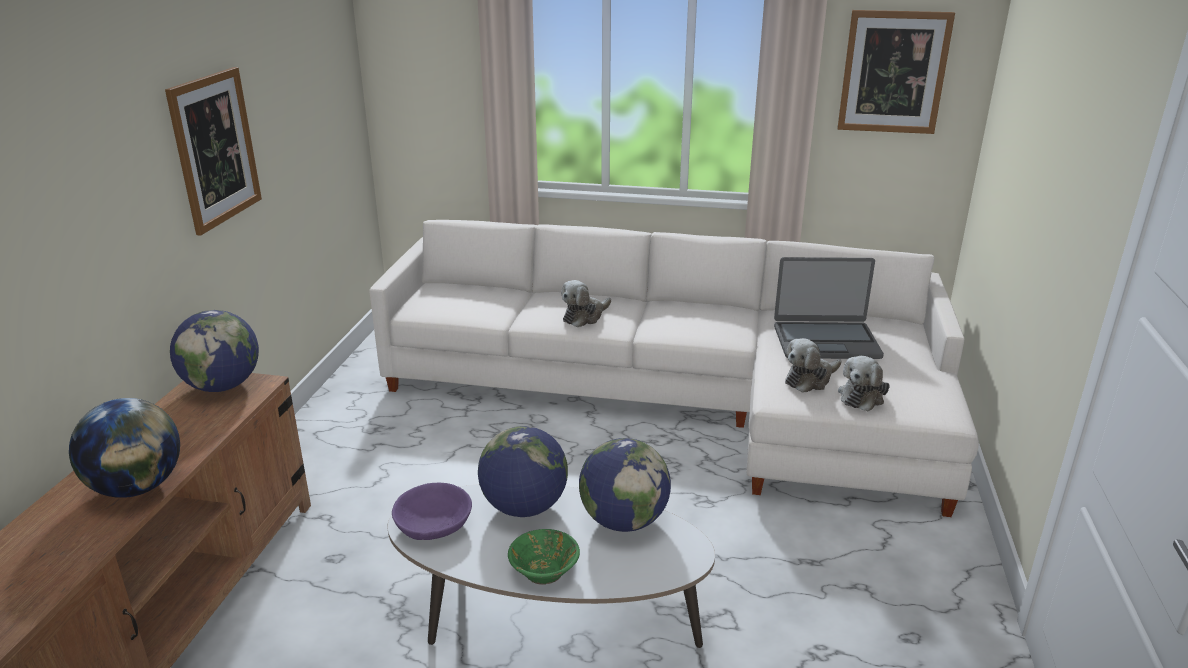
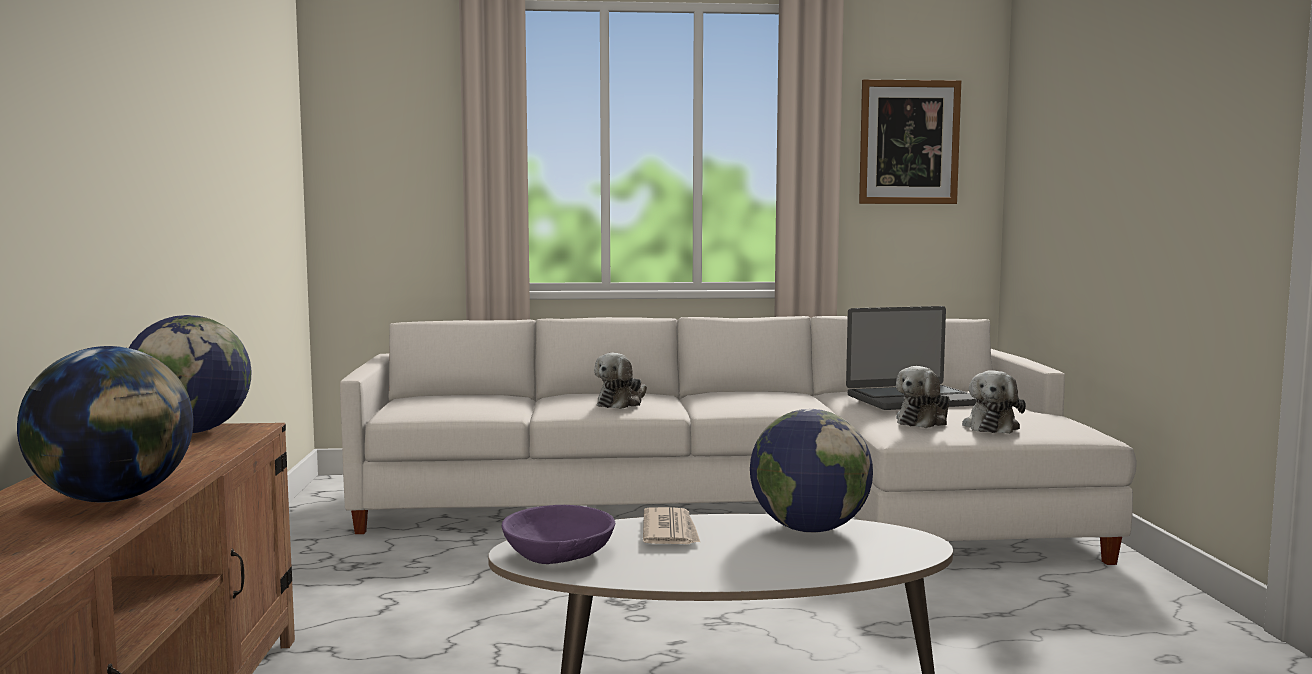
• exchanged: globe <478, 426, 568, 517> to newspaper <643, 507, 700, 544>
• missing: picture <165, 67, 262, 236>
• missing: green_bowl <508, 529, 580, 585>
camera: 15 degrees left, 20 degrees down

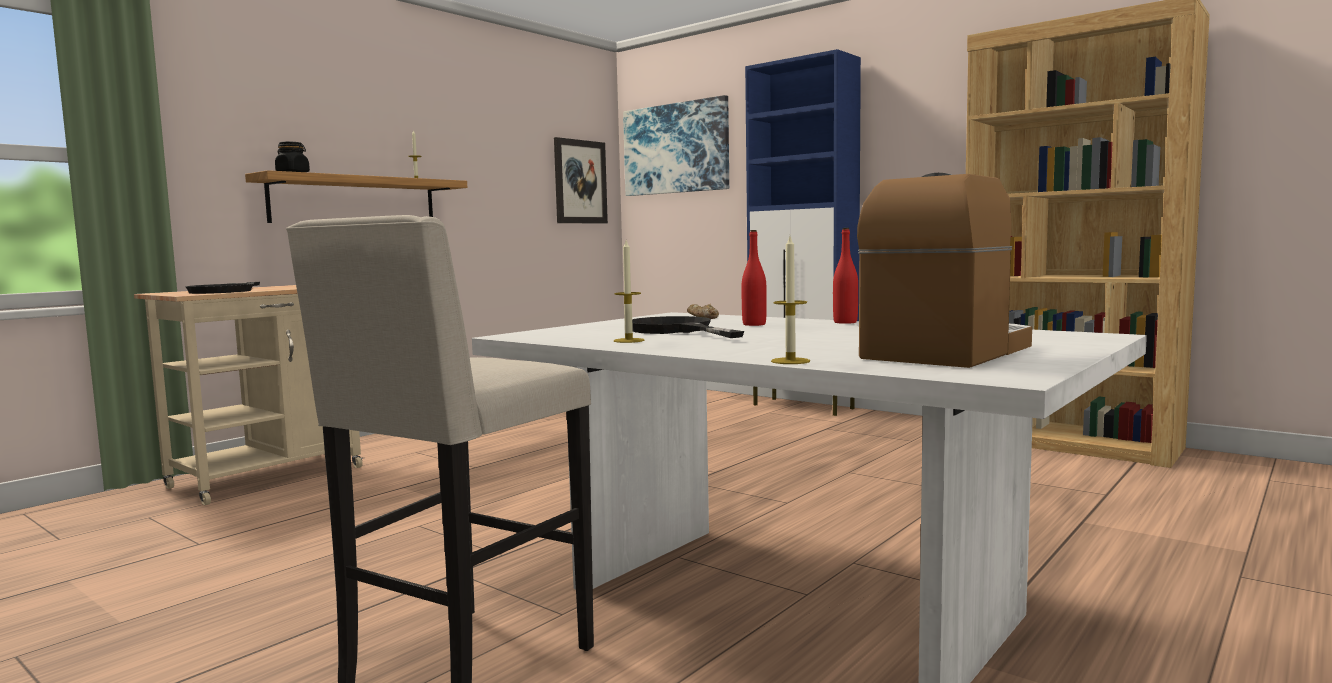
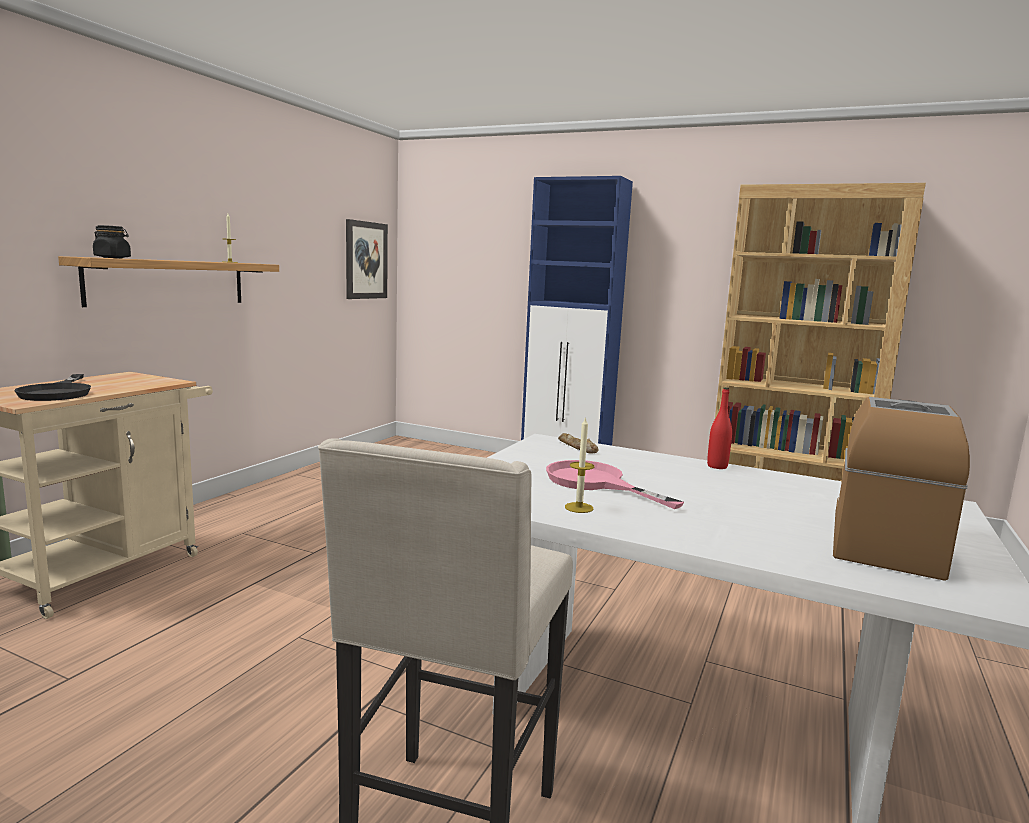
• colour: black-coloured_pan <632, 316, 744, 338> to pinkish_pan <546, 460, 684, 509>
• missing: picture <623, 95, 729, 196>
• missing: red-coloured_drink_bottle <741, 230, 767, 326>
• missing: candle <771, 236, 810, 364>
camera: 15 degrees left, 5 degrees up

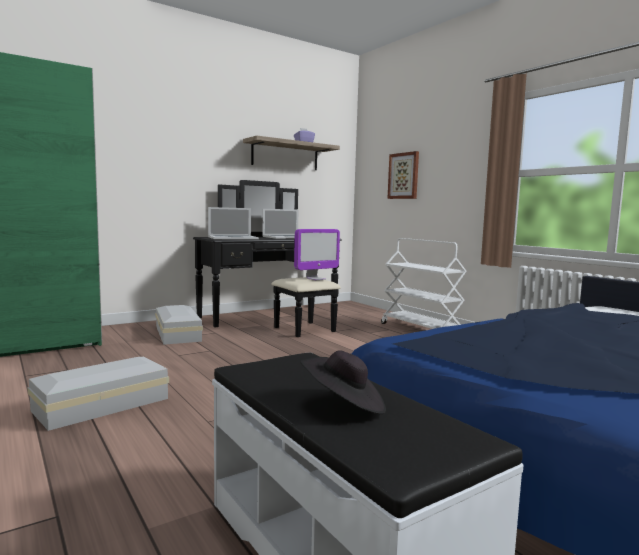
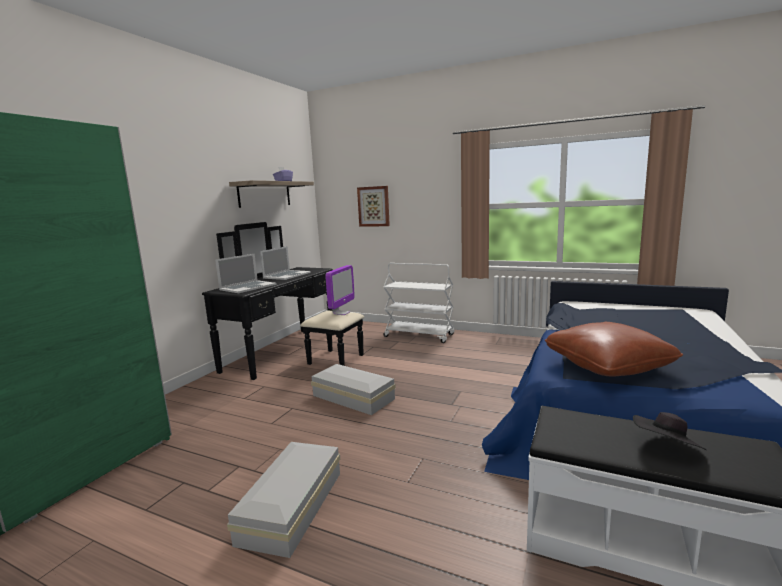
• relocated: white_storage_container <155, 305, 203, 345> to <311, 364, 396, 415>
• appeared: brown-coloured_throw_pillow <545, 322, 683, 376>
camera: 30 degrees left, 5 degrees up

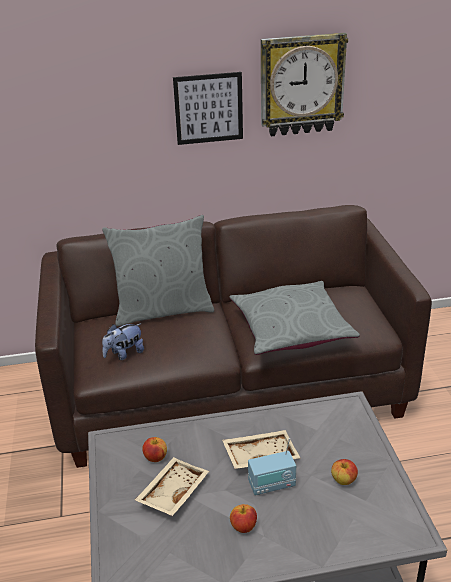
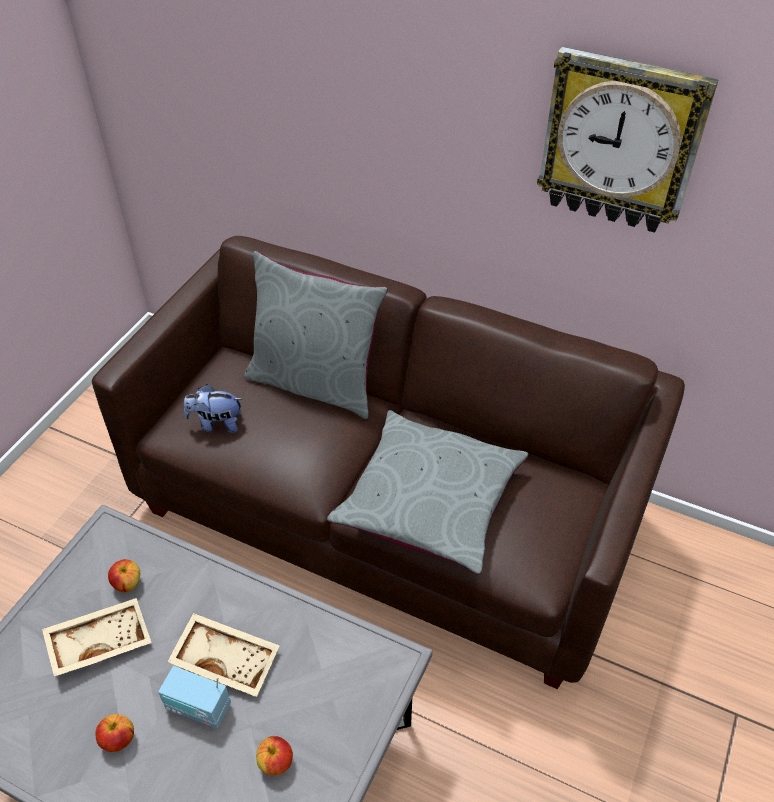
• missing: picture <173, 72, 243, 145>
camera: 35 degrees right, 15 degrees up

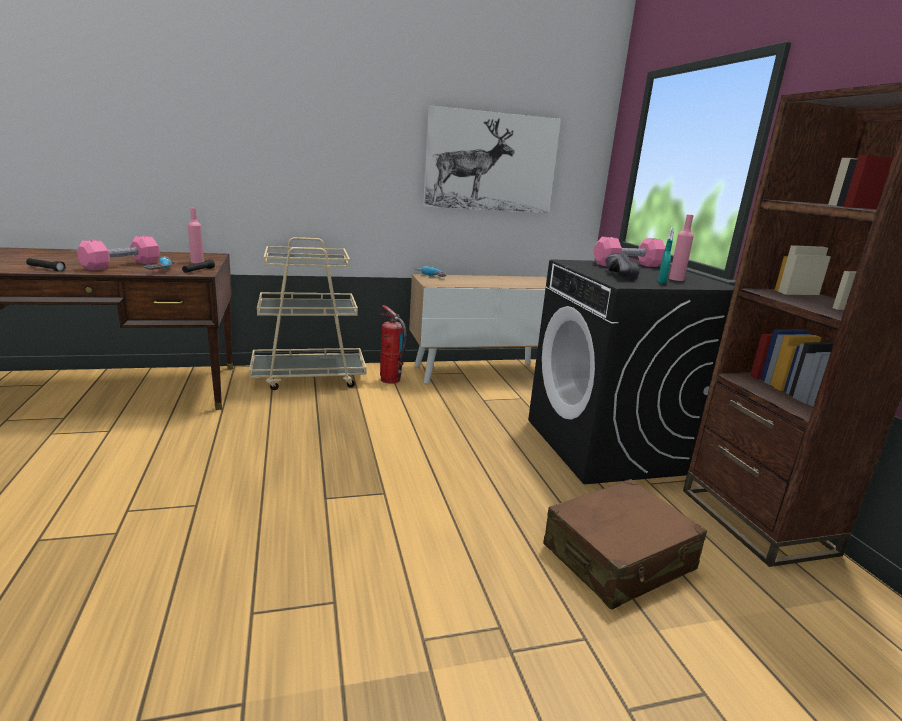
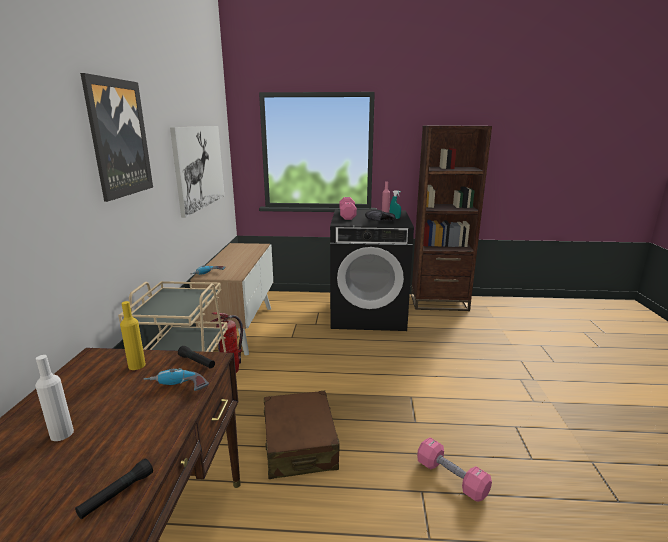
• appeared: white_drink_bottle <35, 355, 74, 441>
• appeared: picture <80, 73, 153, 202>
• colour: pinkish_drink_bottle <188, 208, 204, 263> to yellow-coloured_drink_bottle <120, 301, 146, 370>
• relocated: brown-coloured_piece_of_luggage <543, 479, 707, 610> to <264, 391, 340, 479>
• relocated: pinkish_dumbbell <77, 236, 160, 271> to <417, 437, 492, 502>
camera: 70 degrees left, 0 degrees up

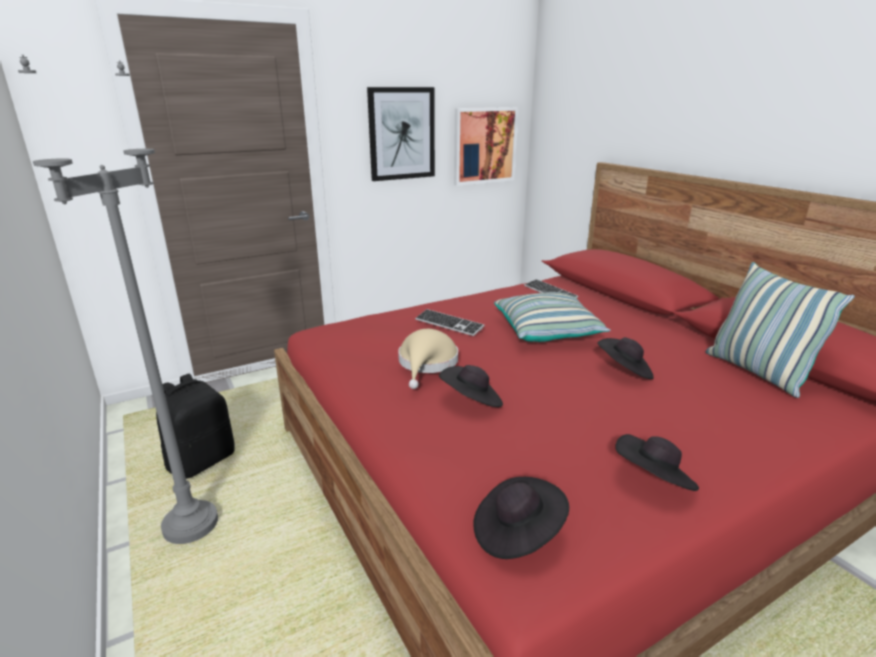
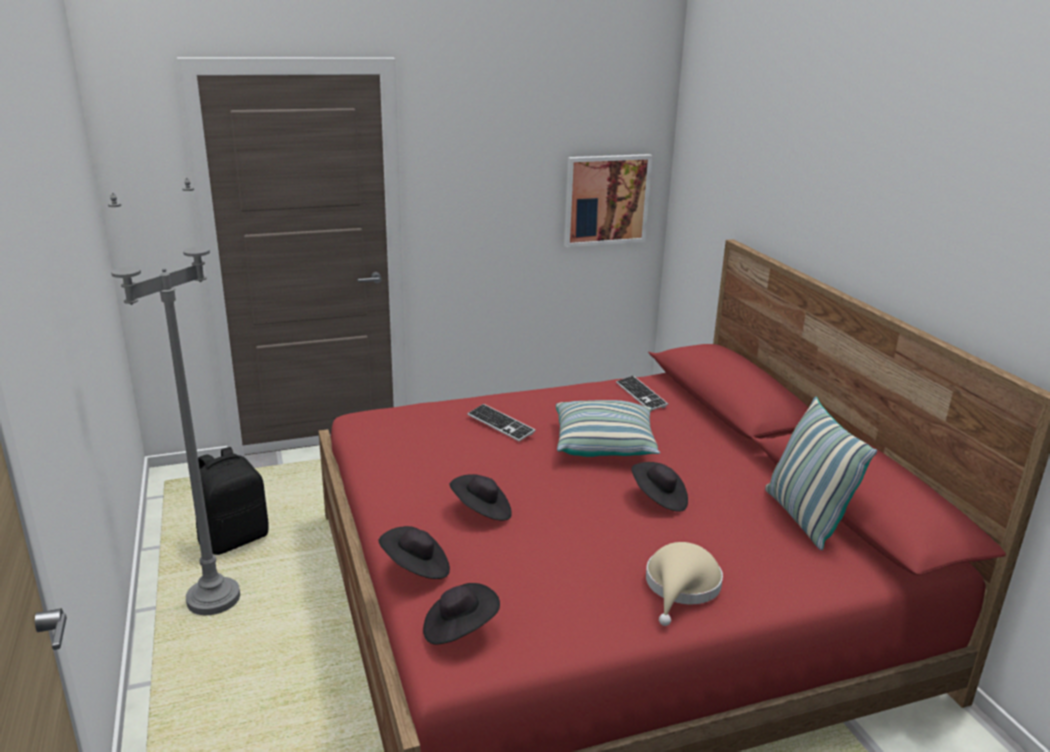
• relocated: black-coloured_wearable_hat <615, 434, 699, 491> to <379, 526, 450, 579>
• relocated: beige-coloured_wearable_hat <398, 329, 458, 389> to <646, 542, 723, 626>
• missing: picture <367, 87, 435, 181>
camera: 10 degrees right, 0 degrees up

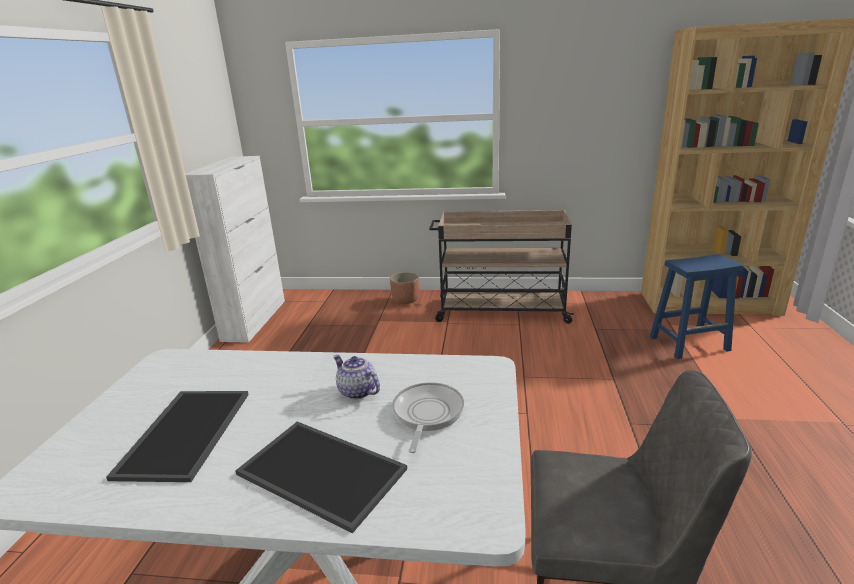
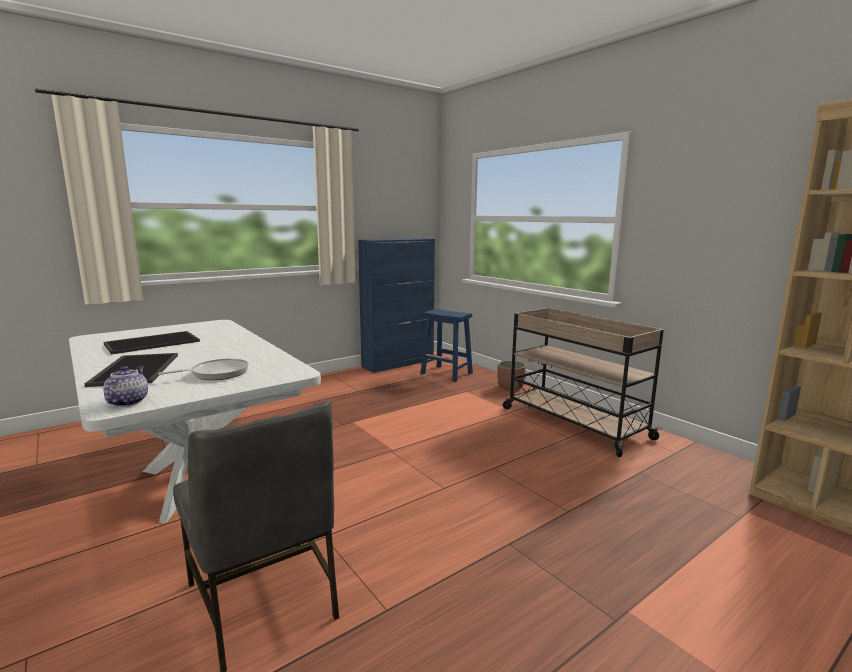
• relocated: tea_pot <333, 355, 380, 399> to <103, 366, 148, 407>
• colour: white_cabinet <185, 156, 285, 343> to blue_cabinet <358, 238, 435, 373>
• relocated: blue_sitting_stool <650, 254, 743, 359> to <420, 309, 473, 382>
camera: 45 degrees right, 10 degrees down

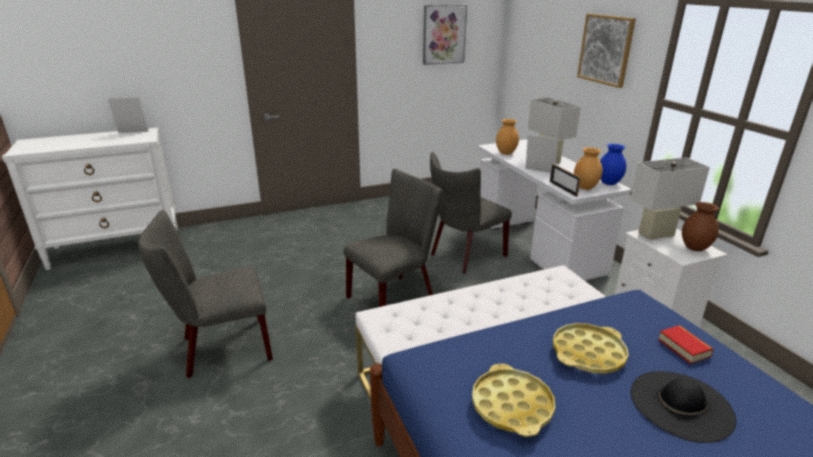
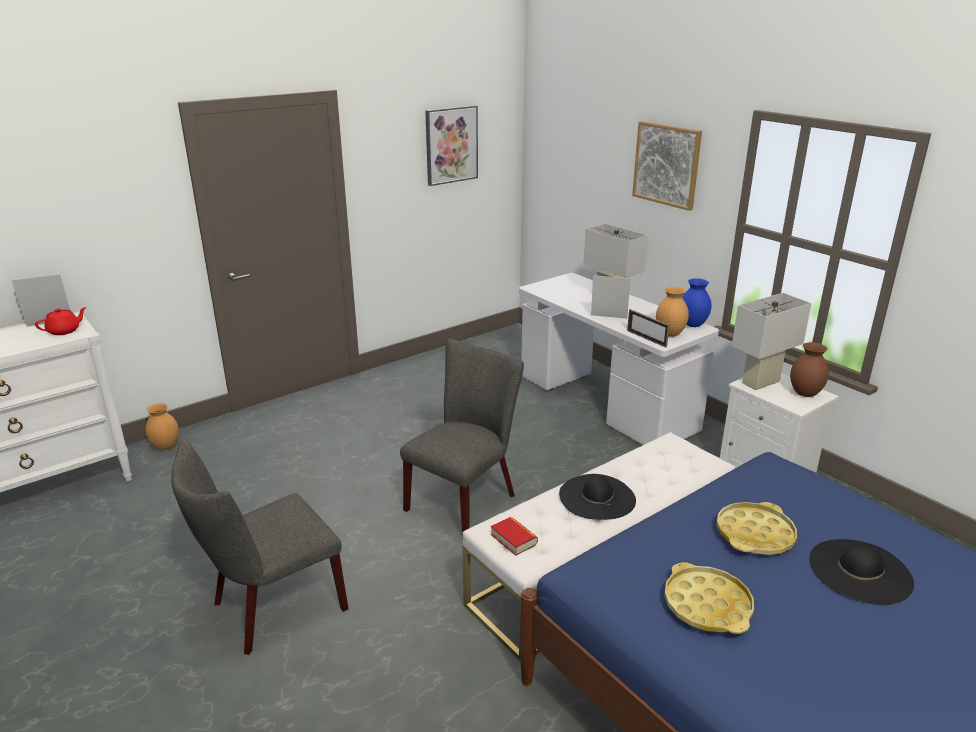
• appeared: red-coloured_tea_pot <35, 307, 87, 335>
• relocated: brown-coloured_vase <496, 119, 519, 155> to <145, 403, 179, 450>
• relocated: book <658, 325, 714, 364> to <491, 517, 538, 556>
• appeared: black-coloured_wearable_hat <559, 474, 636, 520>
• missing: gray_plain_chair <430, 152, 512, 274>
camera: 15 degrees left, 0 degrees up

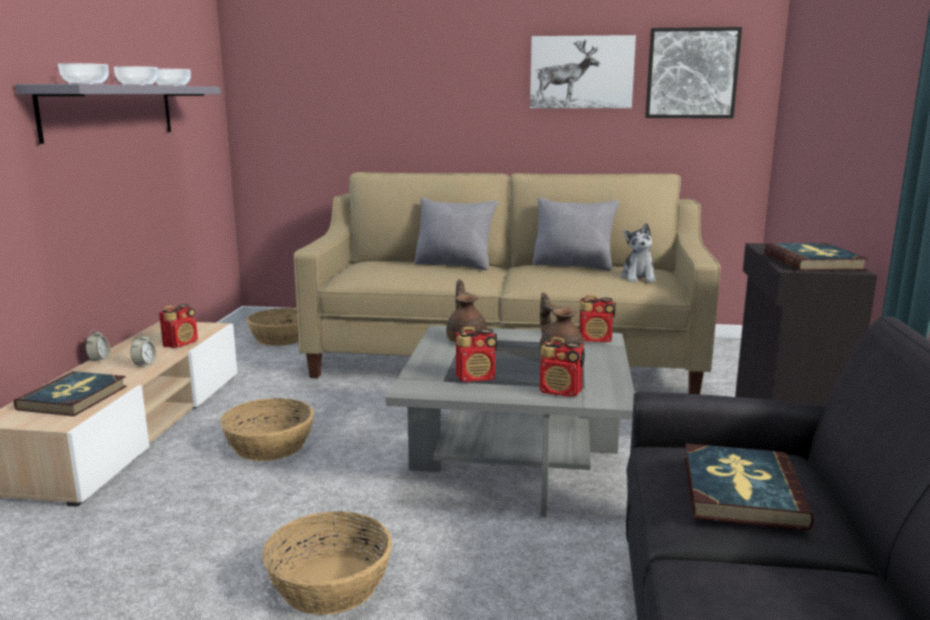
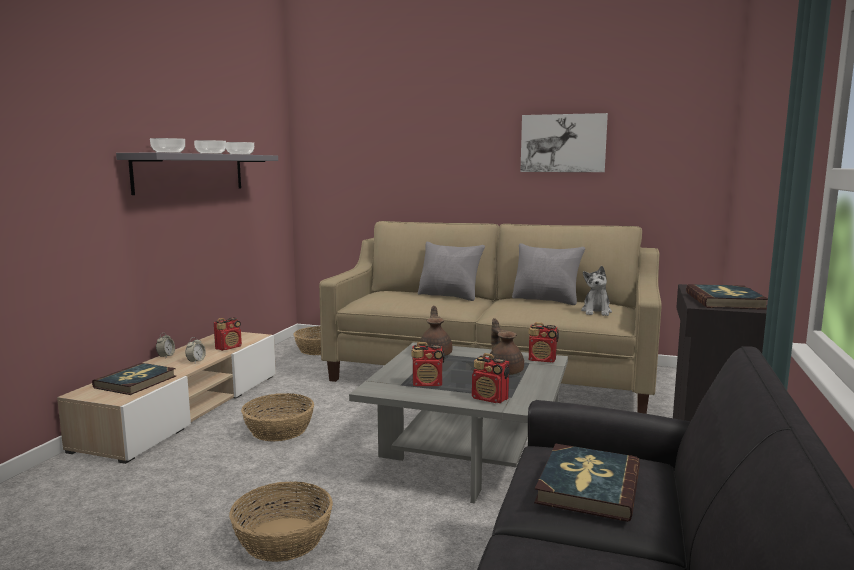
• missing: picture <645, 27, 742, 118>
camera: 10 degrees right, 5 degrees down

